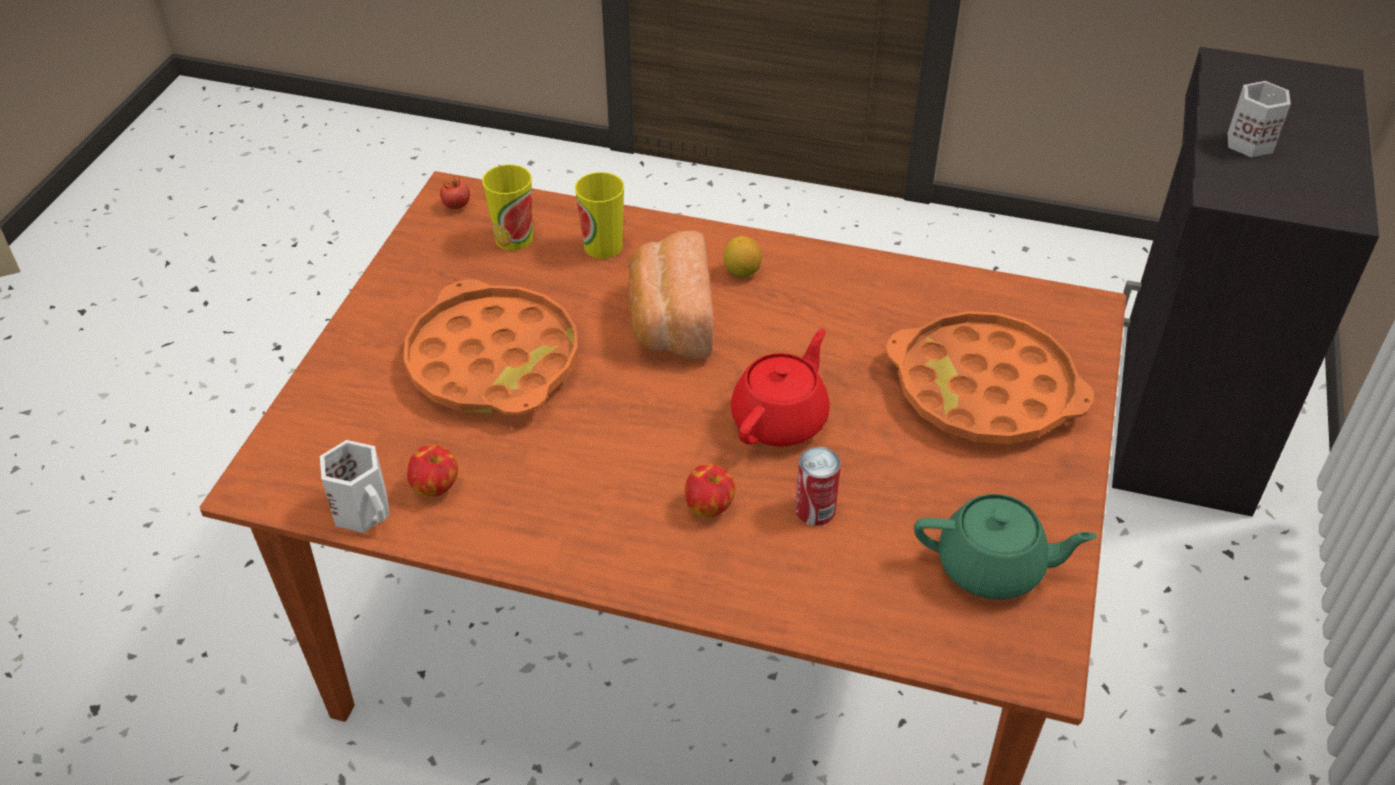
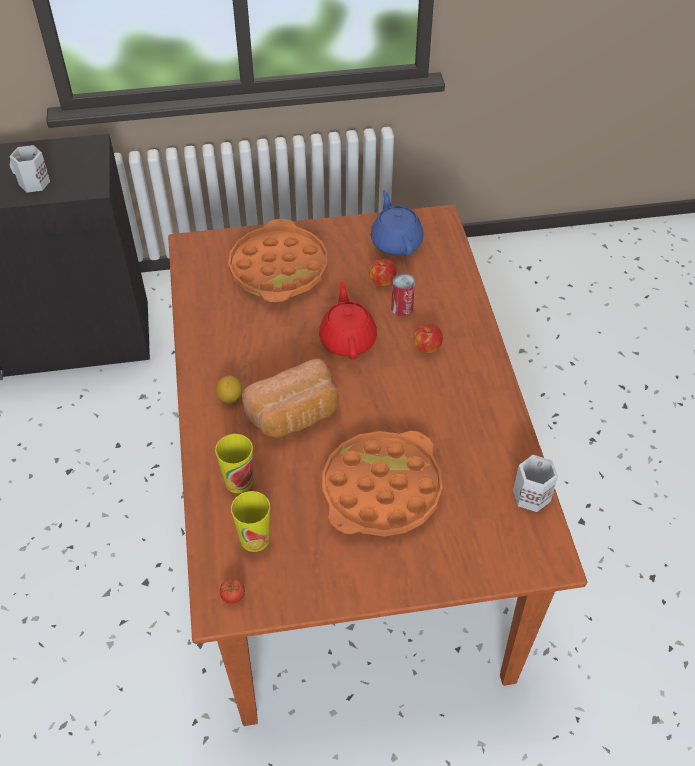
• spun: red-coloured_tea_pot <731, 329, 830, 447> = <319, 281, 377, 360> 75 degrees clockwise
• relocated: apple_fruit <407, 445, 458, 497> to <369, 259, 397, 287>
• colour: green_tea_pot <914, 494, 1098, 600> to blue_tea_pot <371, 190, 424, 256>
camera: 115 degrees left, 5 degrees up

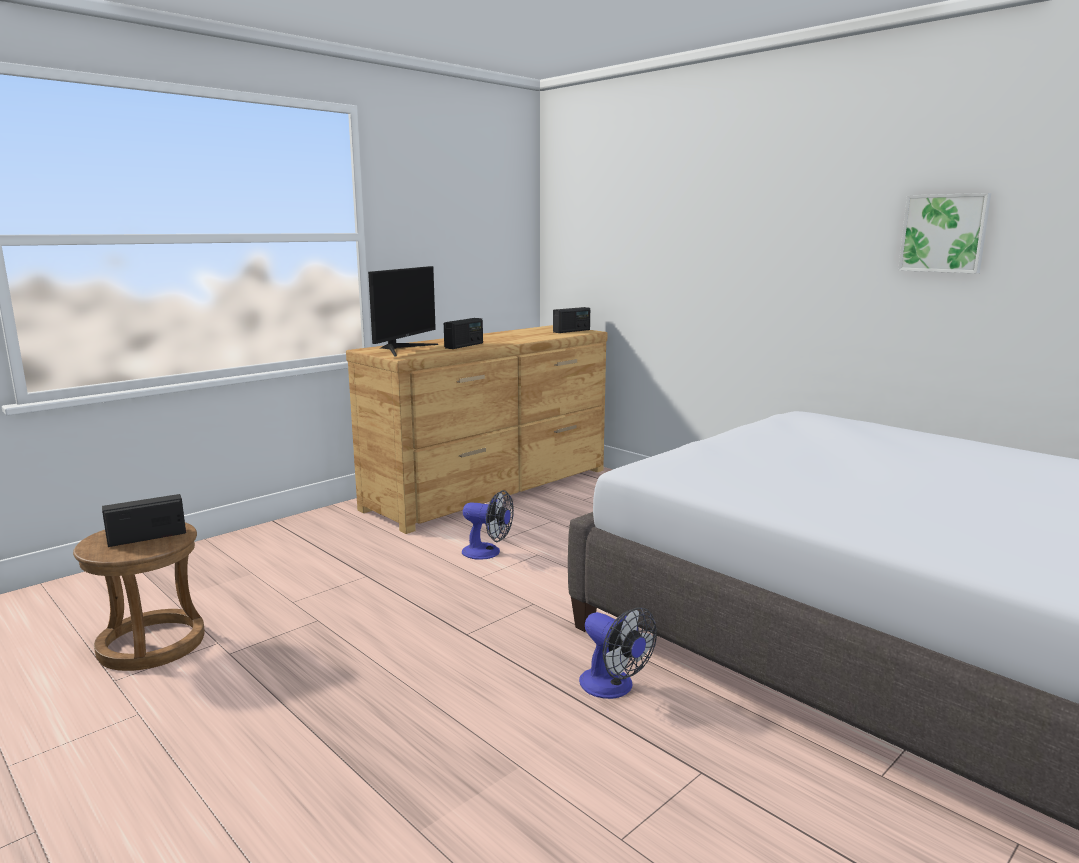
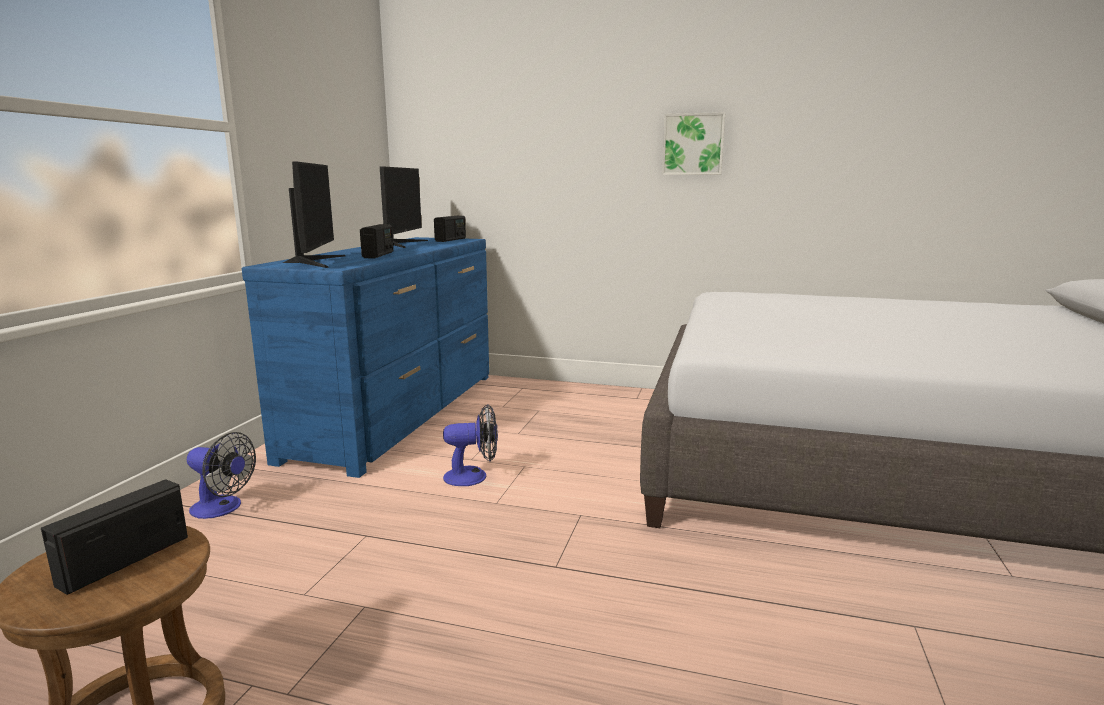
• relocated: fan <579, 607, 657, 699> to <187, 432, 256, 519>
• colour: brown-coloured_dresser <346, 325, 608, 534> to blue_dresser <242, 237, 489, 478>
• appeared: computer_display <380, 166, 428, 248>
• relocated: picture <898, 193, 991, 273> to <662, 112, 725, 175>
camera: 30 degrees left, 0 degrees up

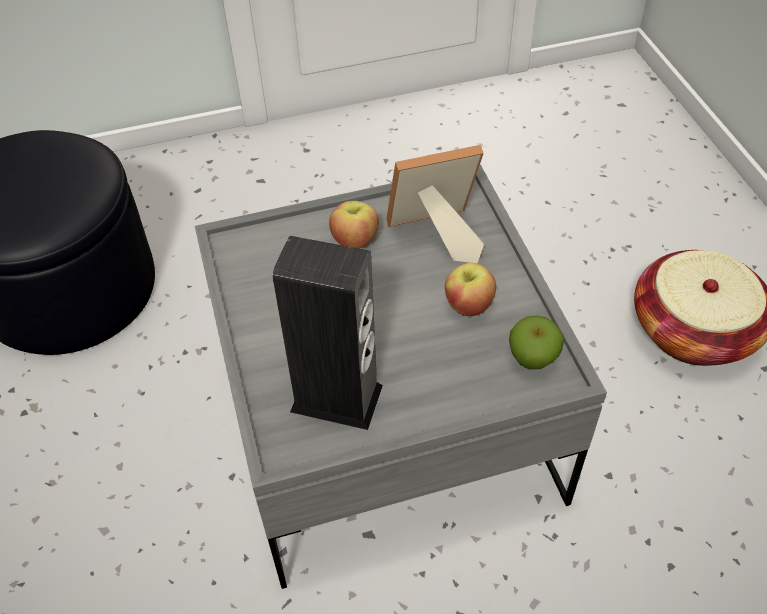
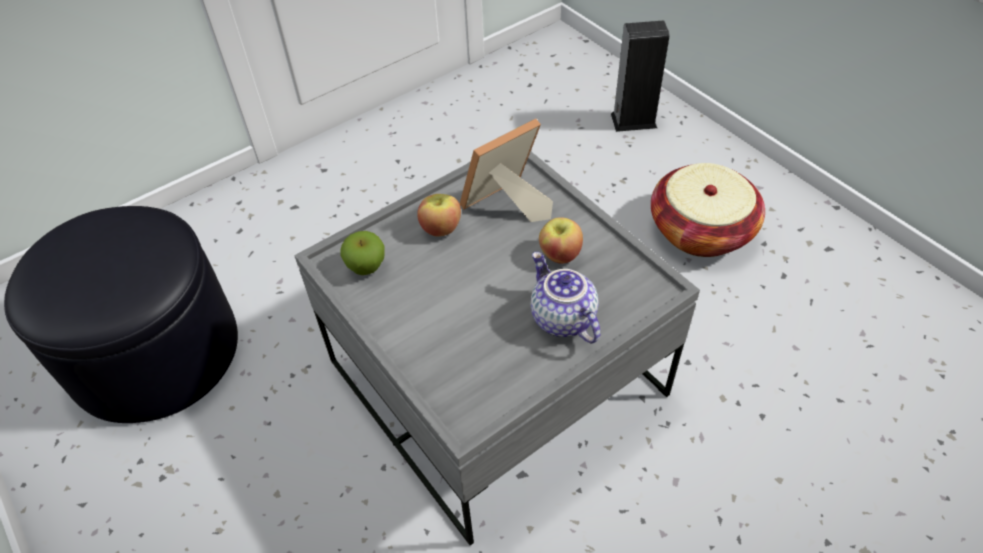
• relocated: apple_fruit <509, 315, 564, 370> to <341, 231, 385, 275>
• appeared: tea_pot <531, 252, 600, 344>
• relocated: audio_speaker <273, 236, 383, 430> to <611, 20, 669, 132>
camera: 20 degrees left, 0 degrees up

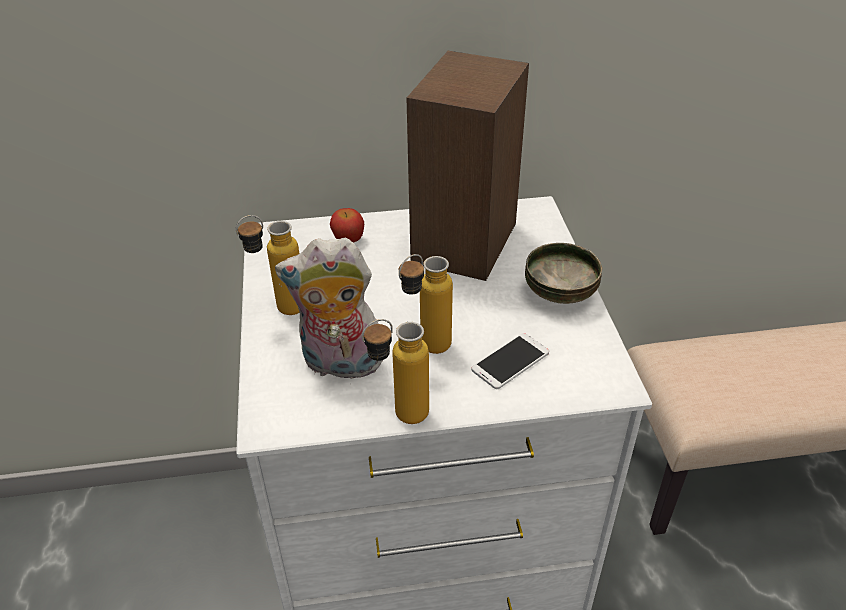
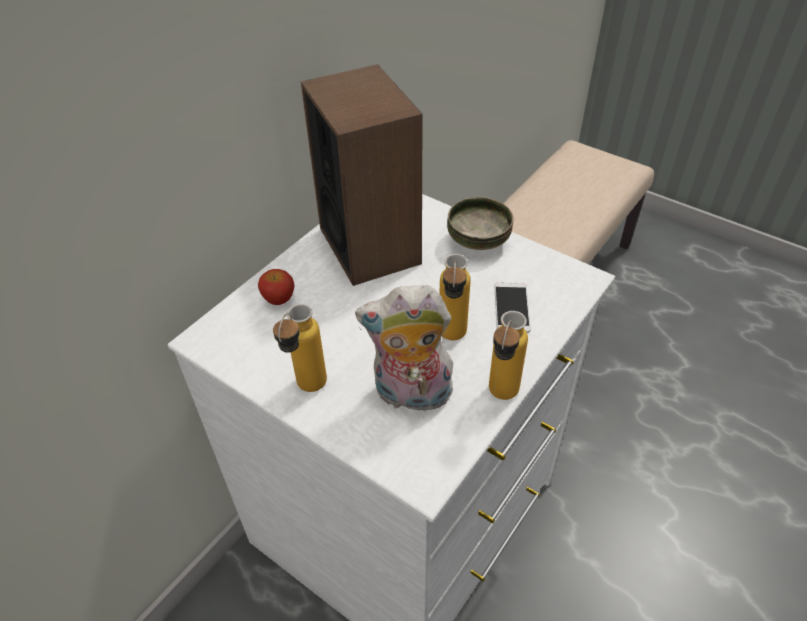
• spun: plush_toy <275, 238, 383, 384> = <355, 285, 453, 411> 45 degrees clockwise
camera: 45 degrees left, 5 degrees up

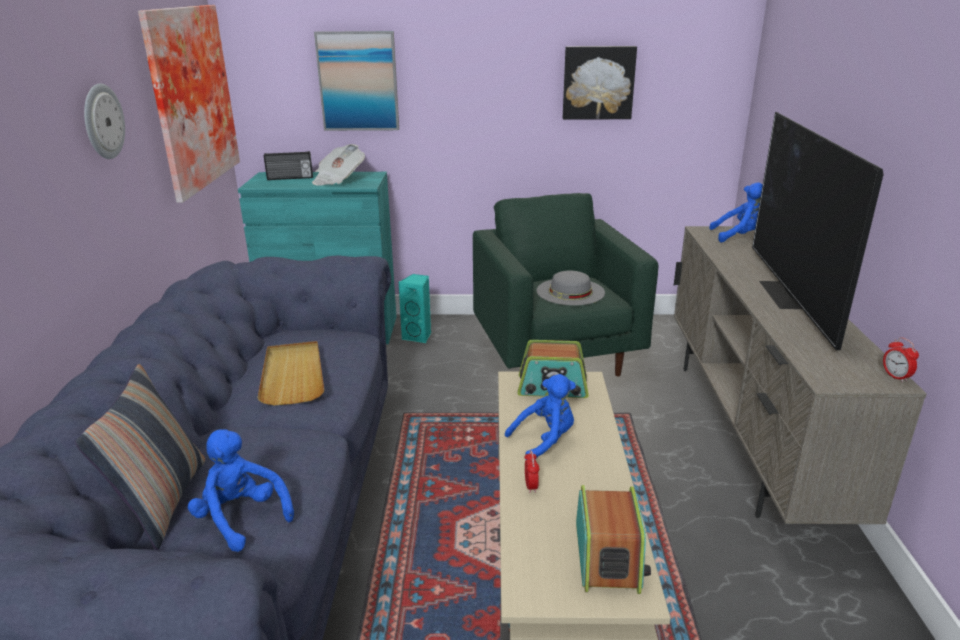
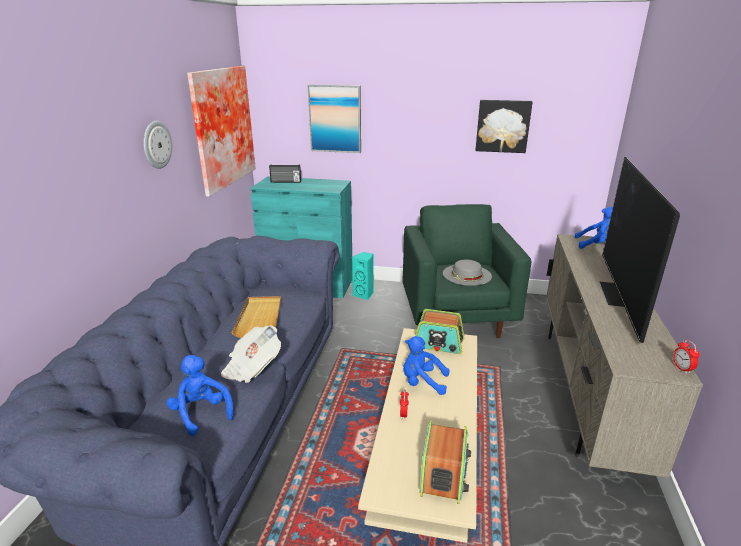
• relocated: newspaper <312, 144, 365, 186> to <221, 326, 281, 383>
• spun: blue_plush_toy <505, 374, 576, 460> = <403, 336, 449, 395> 150 degrees counterclockwise
• missing: throw_pillow <75, 364, 205, 550>
camera: 10 degrees right, 0 degrees up

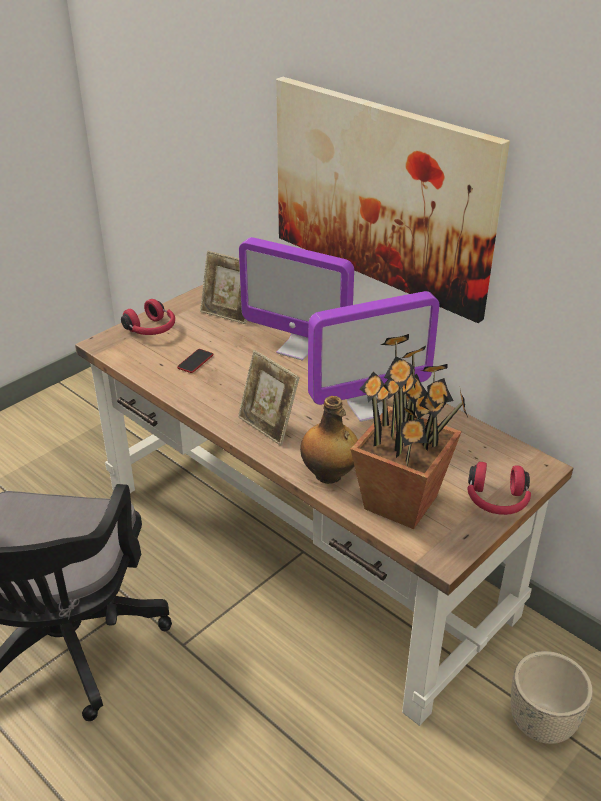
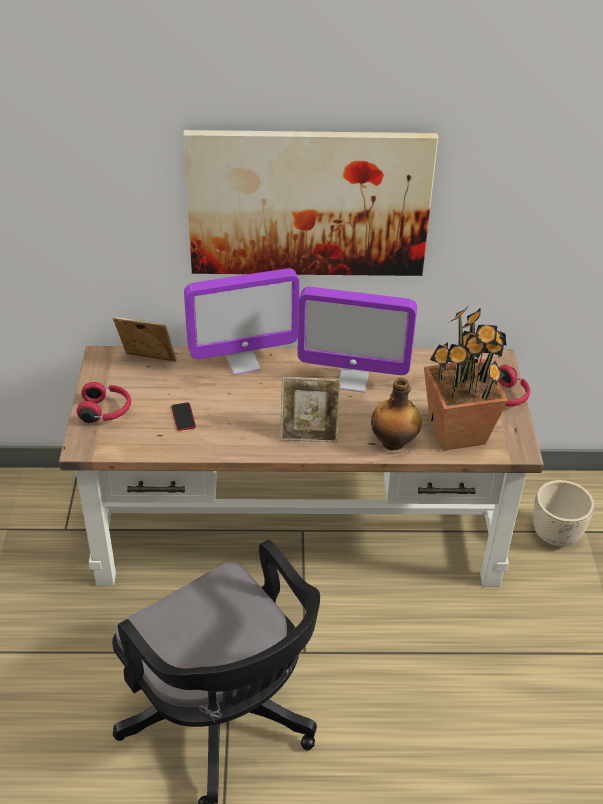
• spun: photo_frame <200, 251, 247, 324> = <113, 317, 177, 362> 150 degrees counterclockwise
• spun: computer_display <308, 291, 439, 422> = <298, 287, 417, 393> 75 degrees clockwise
camera: 45 degrees left, 5 degrees up

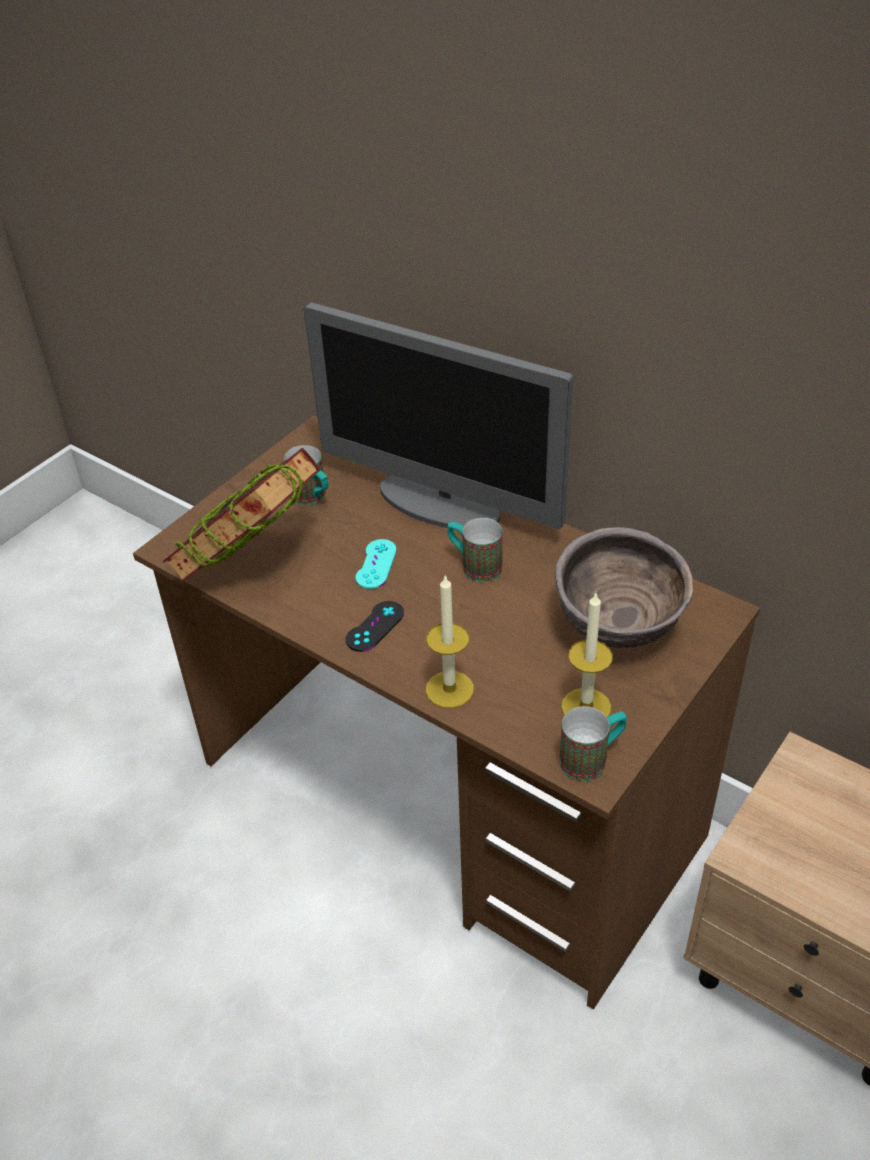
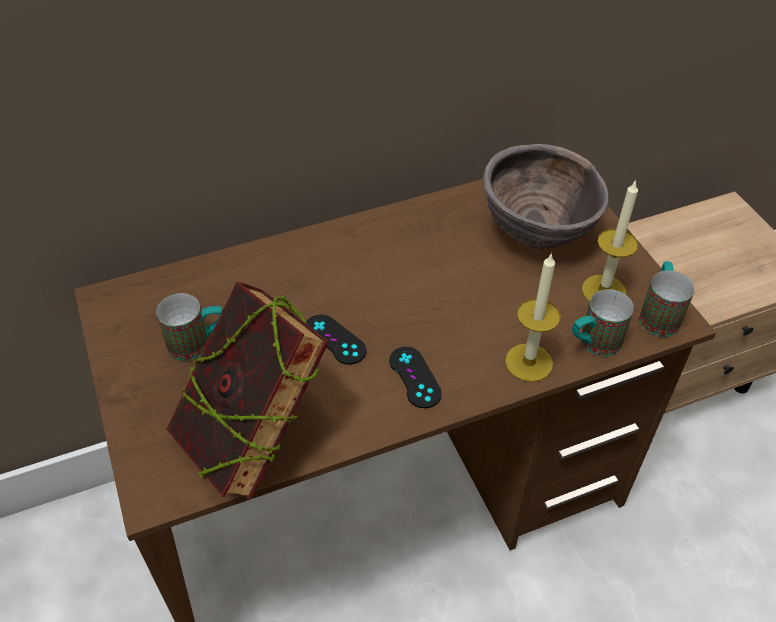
• colour: turquoise-coloured_joypad <356, 539, 397, 589> to black-coloured_joypad <306, 315, 367, 365>
• relocated: coffee_mug <448, 518, 503, 582> to <572, 289, 634, 357>
• missing: computer_display <304, 302, 573, 530>
camera: 60 degrees left, 5 degrees up

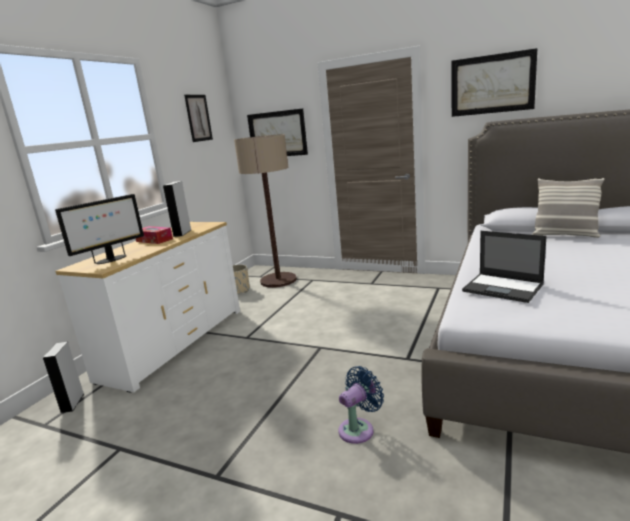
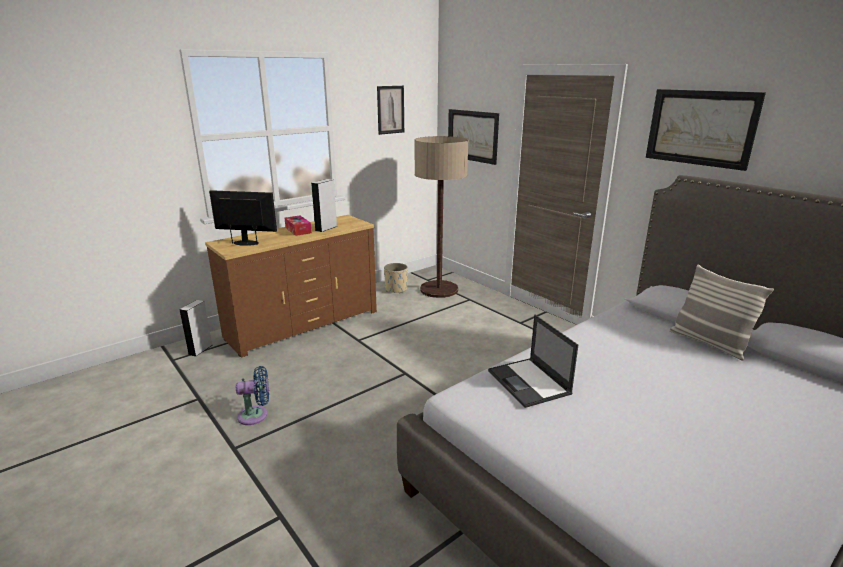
• colour: white_dresser <55, 222, 240, 393> to brown-coloured_dresser <205, 215, 377, 358>
• spun: computer_display <55, 194, 144, 264> = <209, 190, 277, 246> 150 degrees counterclockwise
• relocated: blue_fan <338, 366, 384, 444> to <236, 366, 269, 425>
camera: 25 degrees right, 5 degrees up

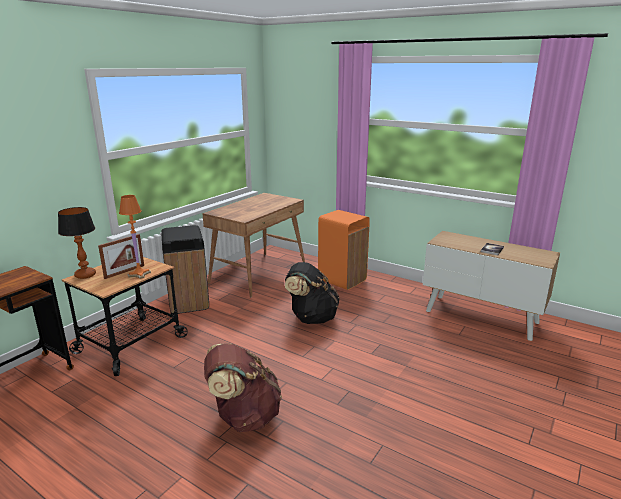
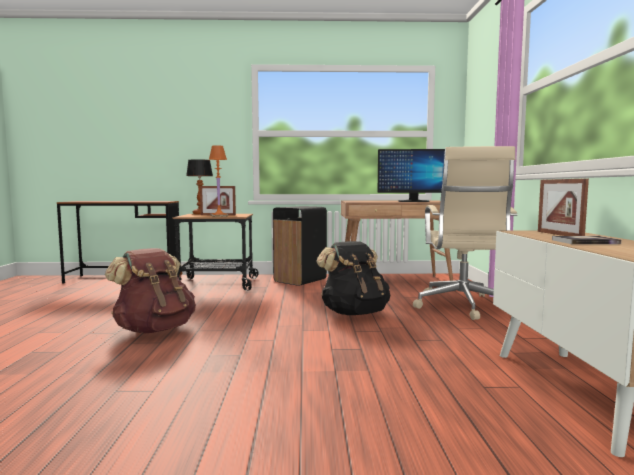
• appeared: computer_display <377, 149, 445, 202>
• exchanged: orange_waste_bin <318, 210, 370, 290> to beige-coloured_desk_chair <413, 146, 517, 320>
• appeared: photo_frame <538, 178, 589, 236>
camera: 55 degrees right, 15 degrees down

